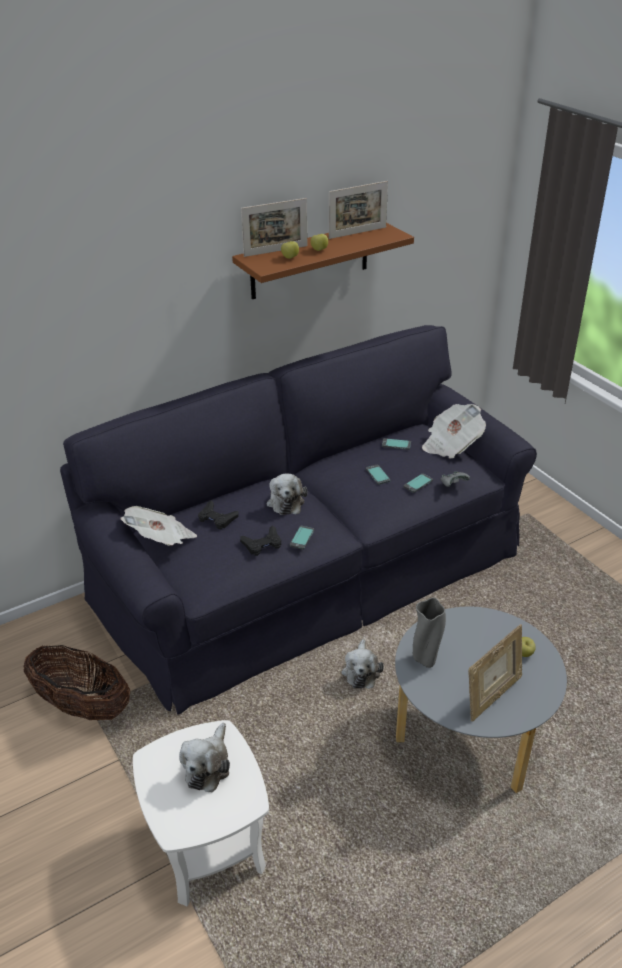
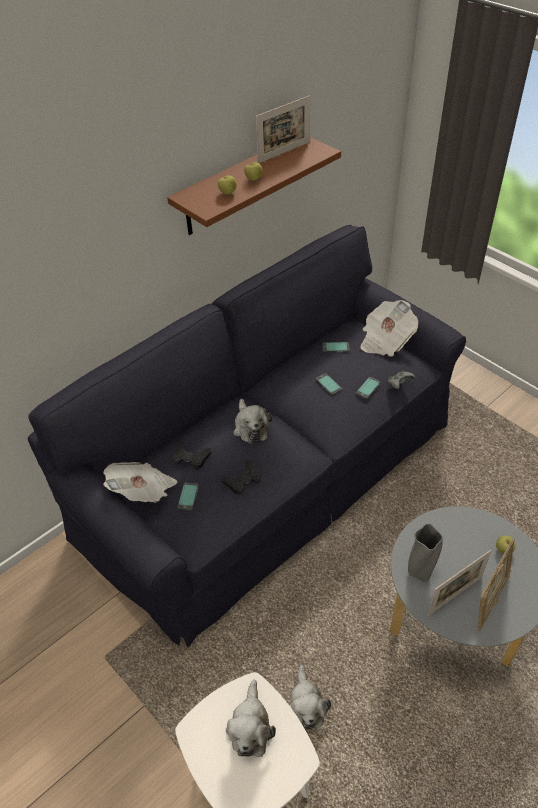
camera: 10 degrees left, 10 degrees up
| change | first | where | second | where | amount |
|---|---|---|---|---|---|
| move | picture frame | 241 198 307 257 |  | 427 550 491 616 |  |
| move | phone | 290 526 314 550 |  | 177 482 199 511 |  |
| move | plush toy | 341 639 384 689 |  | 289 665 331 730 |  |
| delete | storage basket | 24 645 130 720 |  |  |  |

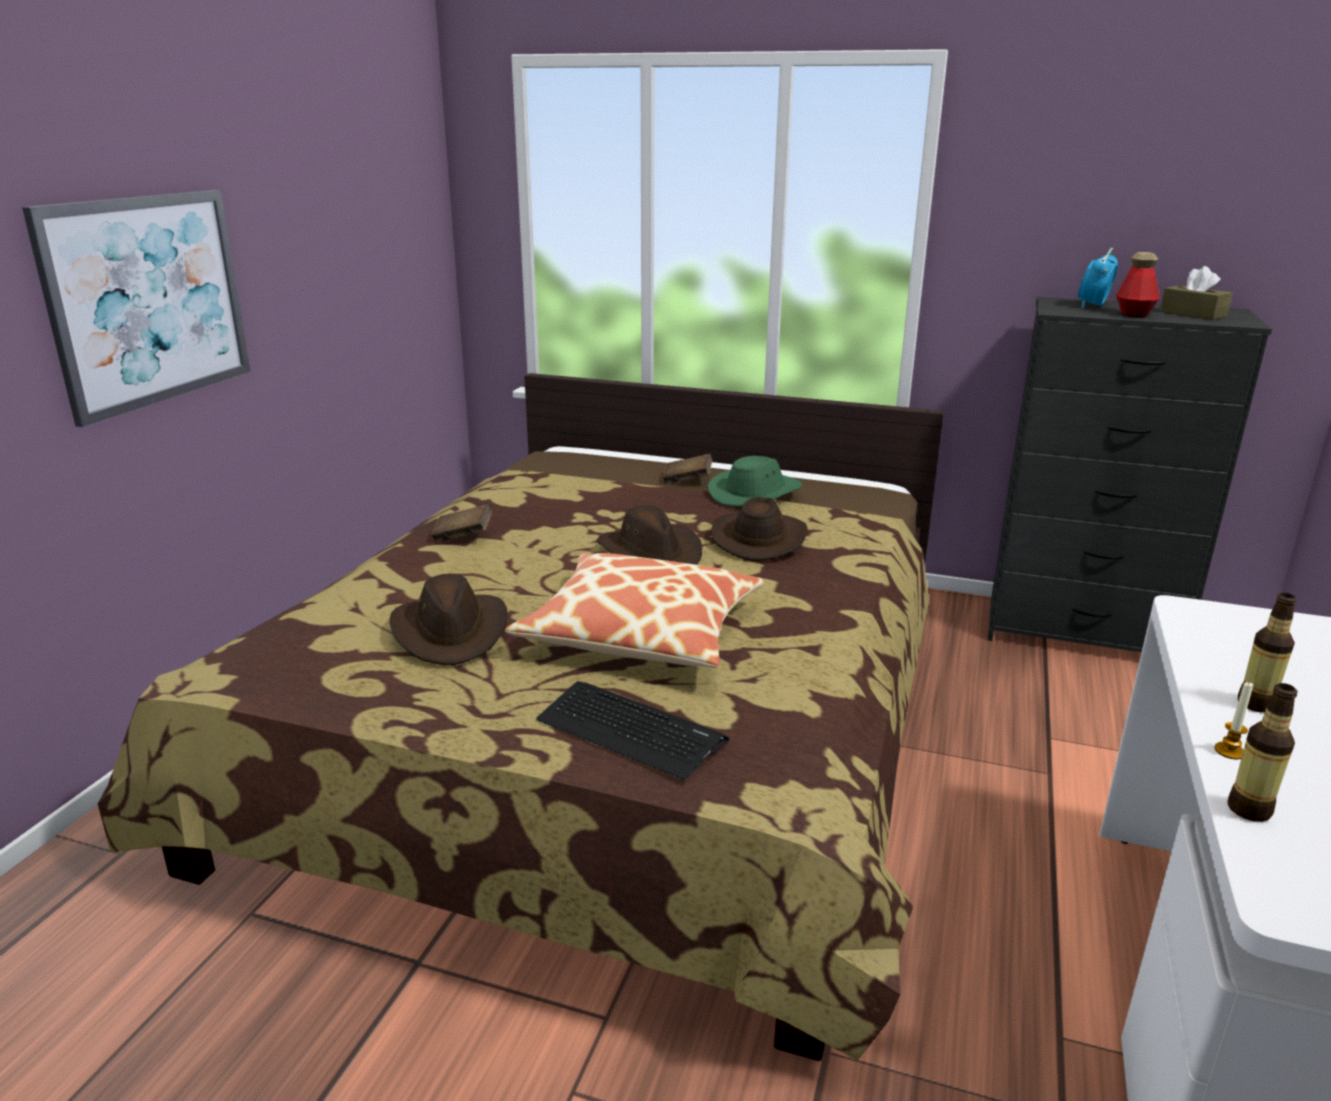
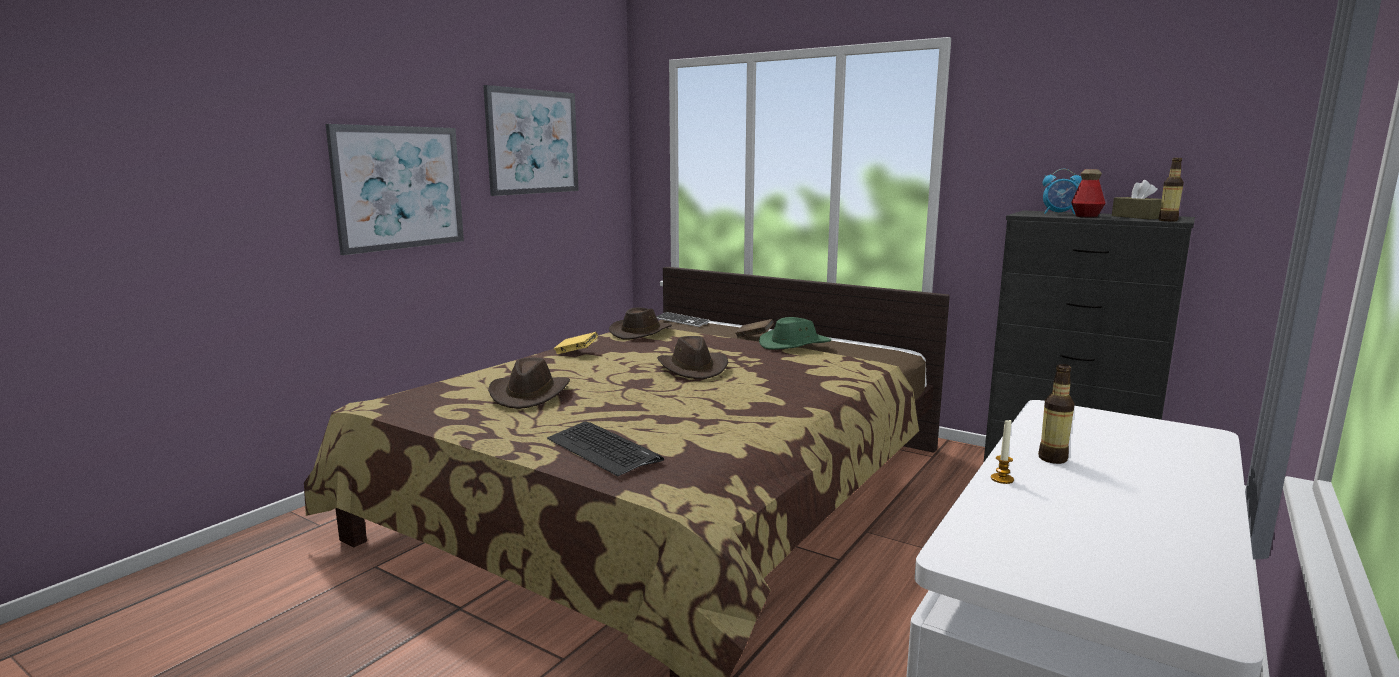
camera: 15 degrees right, 10 degrees down
| change | first | where | second | where | amount |
|---|---|---|---|---|---|
| rotate | alarm clock | 1078 248 1118 308 |  | 1043 169 1082 214 | 120 degrees counterclockwise |
| move | brownish wearable hat | 711 497 808 561 |  | 609 307 672 339 |  |
| recolor | brownish bound book | 431 504 492 543 | yellow-coloured bound book | 554 332 598 354 |  |
| delete | pillow | 505 553 764 668 |  |  |  |
| move | drink bottle | 1228 683 1298 822 |  | 1158 158 1184 221 |  |
| insert |  |  | wall picture | 483 85 579 196 |  |
| insert |  |  | PC keyboard | 656 312 710 327 |  |

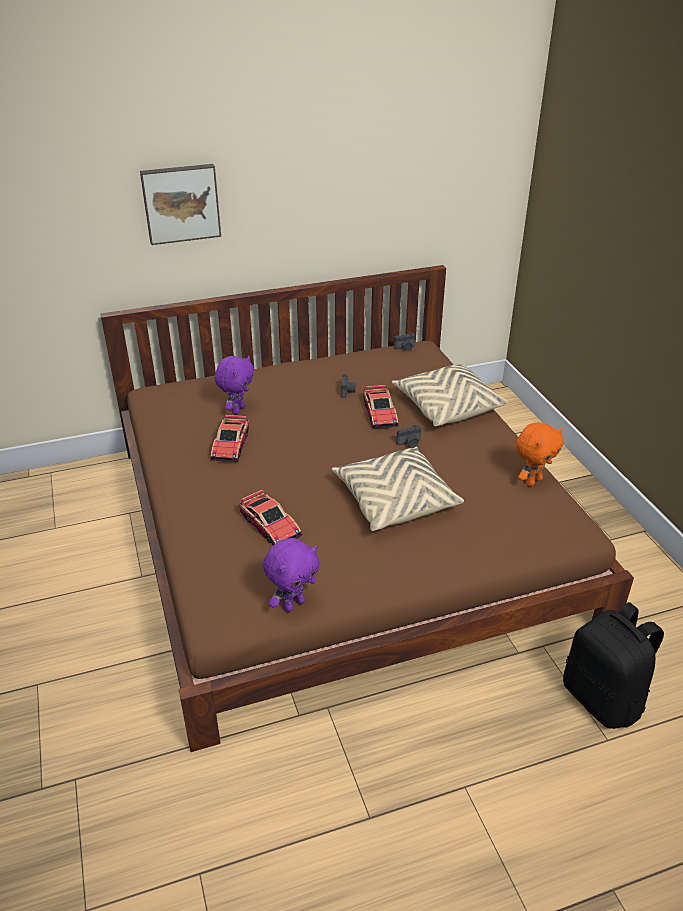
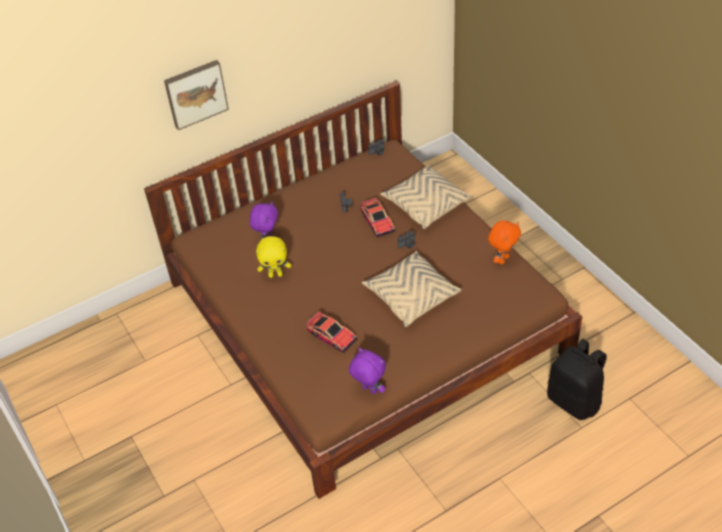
camera: 10 degrees left, 10 degrees up
| change | first | where | second | where | amount |
|---|---|---|---|---|---|
| replace | toy car | 210 415 249 462 | yellow-coloured plush toy | 256 236 291 278 |  |
| rotate | purple plush toy | 263 538 320 612 |  | 349 348 386 394 | 90 degrees counterclockwise |

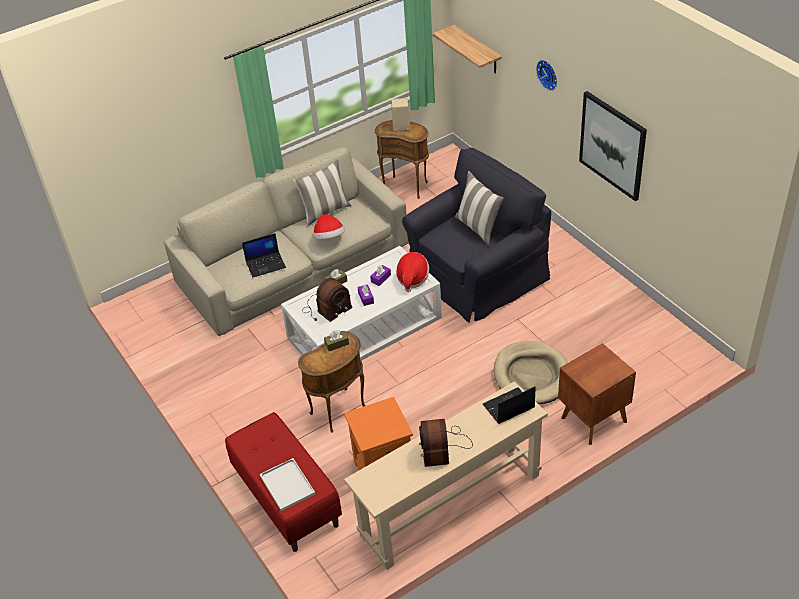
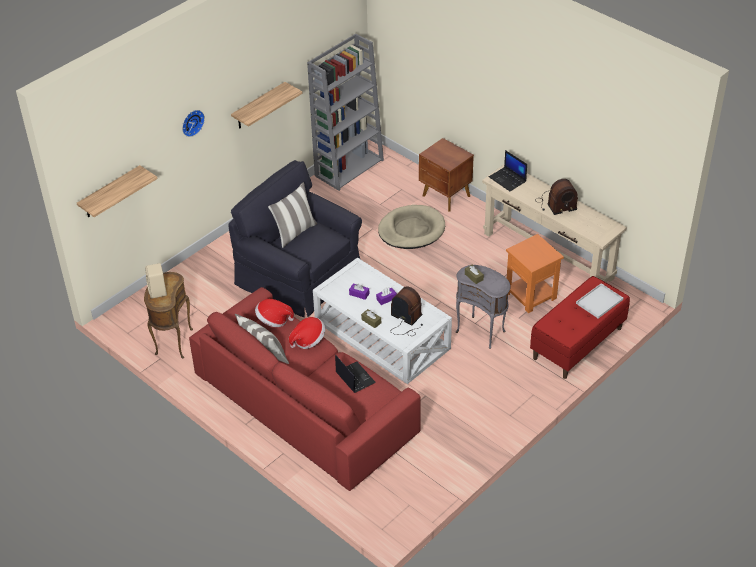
camera: 105 degrees left, 0 degrees up
| change | first | where | second | where | amount |
|---|---|---|---|---|---|
| replace | wall picture | 579 91 647 201 | shelf | 231 82 303 129 |  |
| recolor | sand-coloured couch | 164 147 409 336 | red couch | 189 287 421 491 |  |
| move | wearable hat | 396 252 429 292 |  | 255 299 294 327 |  |
| recolor | brownish side table | 298 331 365 433 | gray side table | 456 265 511 349 |  |
| insert |  |  | gray bookshelf | 307 33 384 191 |  |

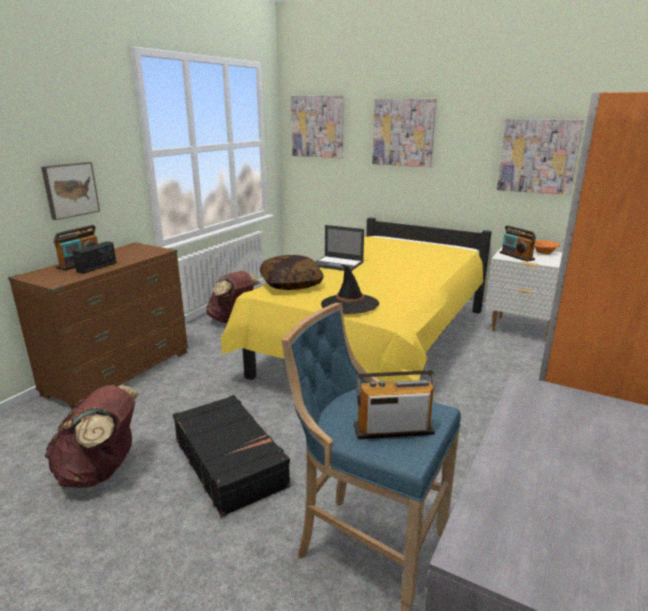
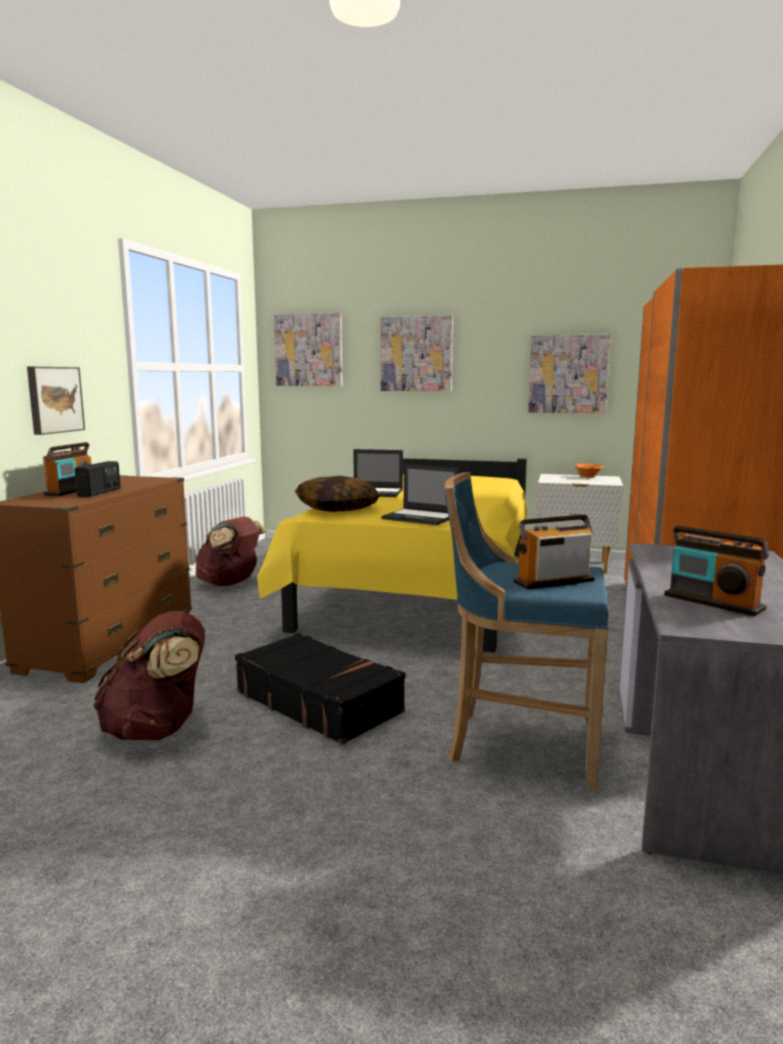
camera: 15 degrees left, 10 degrees down
| change | first | where | second | where | amount |
|---|---|---|---|---|---|
| move | radio | 500 225 536 262 |  | 664 526 769 616 |  |
| replace | blackish wearable hat | 321 265 379 314 | portable computer | 381 464 459 525 |  |

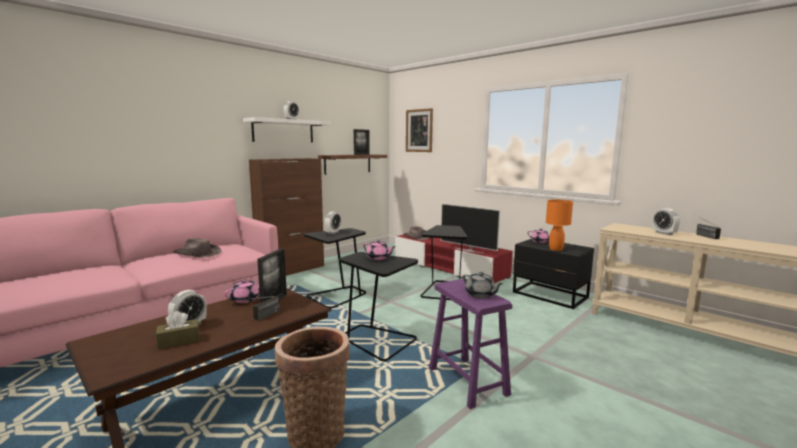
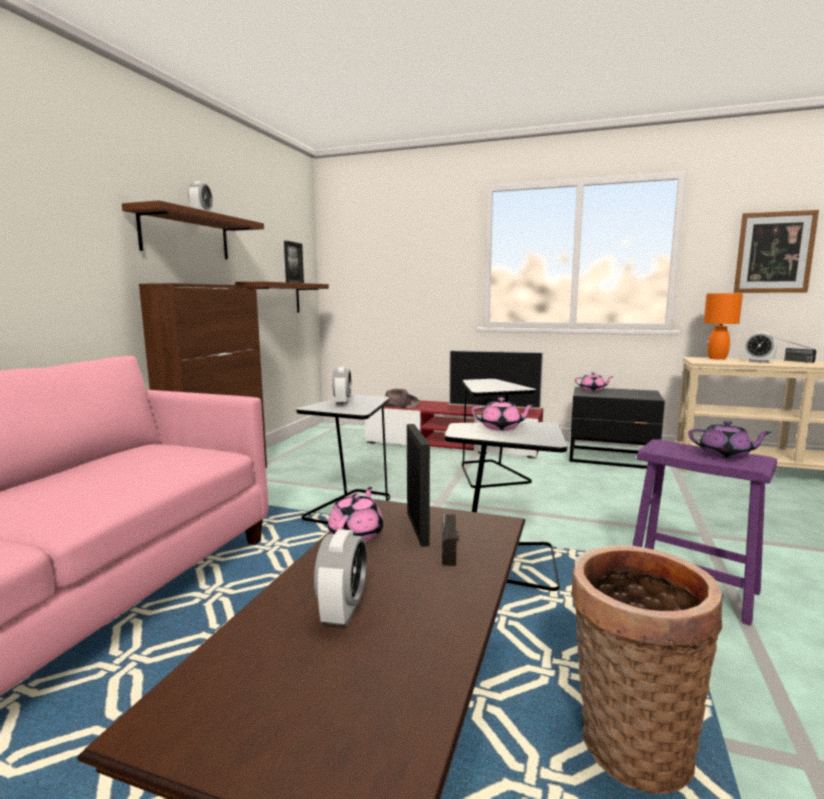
camera: 25 degrees left, 0 degrees up
| change | first | where | second | where | amount |
|---|---|---|---|---|---|
| move | wall picture | 406 108 433 152 |  | 734 210 819 293 |  |
| recolor | white shelf | 243 117 331 143 | brownish shelf | 122 200 264 259 |  |
| move | orange-coloured table lamp | 546 200 573 251 |  | 703 293 743 360 |  |
| delete | brownish wearable hat | 173 238 221 258 |  |  |  |
| recolor | gray pot for tea | 463 272 503 298 | purple pot for tea | 688 421 772 459 |  |
| delete | brownish box of tissues | 156 311 200 349 |  |  |  |

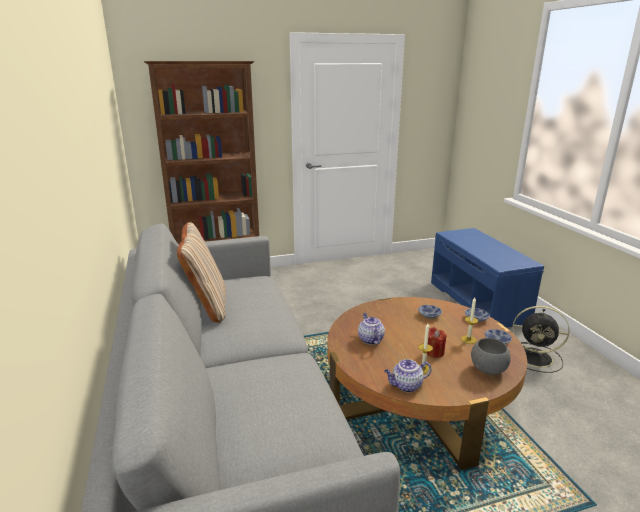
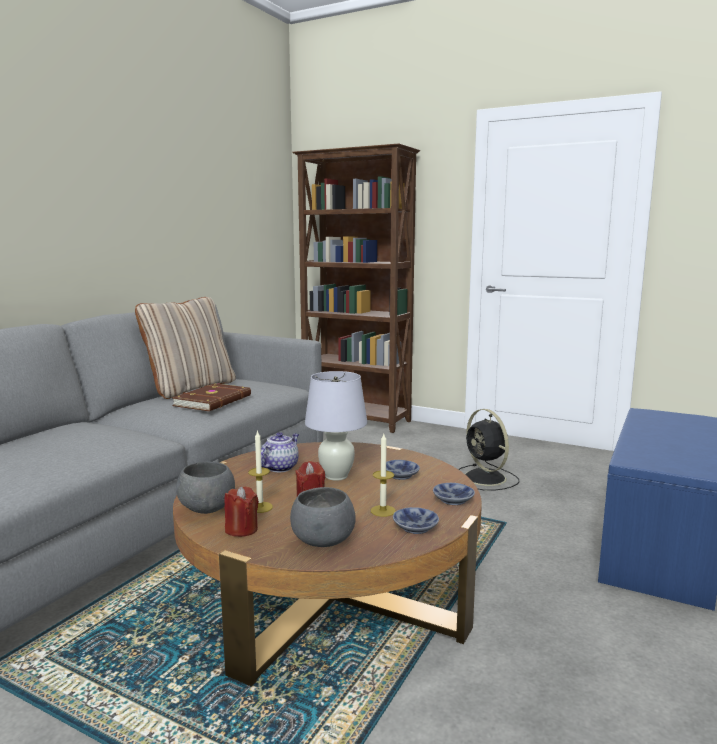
camera: 45 degrees right, 10 degrees down
| change | first | where | second | where | amount |
|---|---|---|---|---|---|
| move | blackish fan | 512 306 570 373 |  | 458 409 520 491 |  |
| replace | pot for tea | 384 359 432 393 | gray deep dish | 176 462 235 514 |  |
| insert |  |  | white table lamp | 305 371 367 481 |  |
| insert |  |  | brownish bound book | 172 383 251 411 |  |
| insert |  |  | red wax candle | 224 486 259 537 |  |

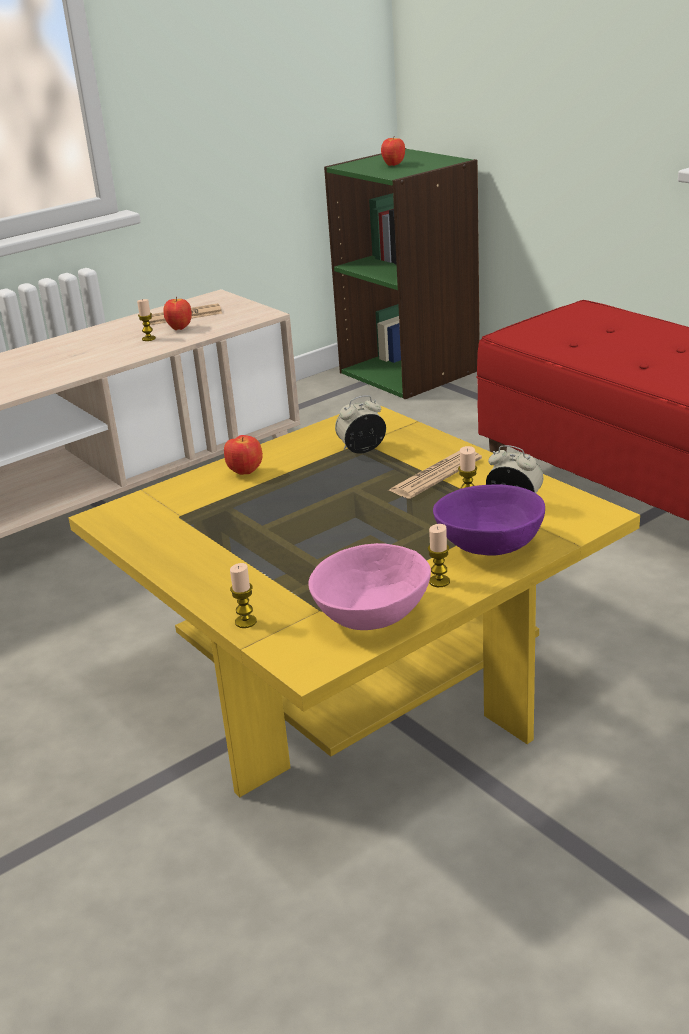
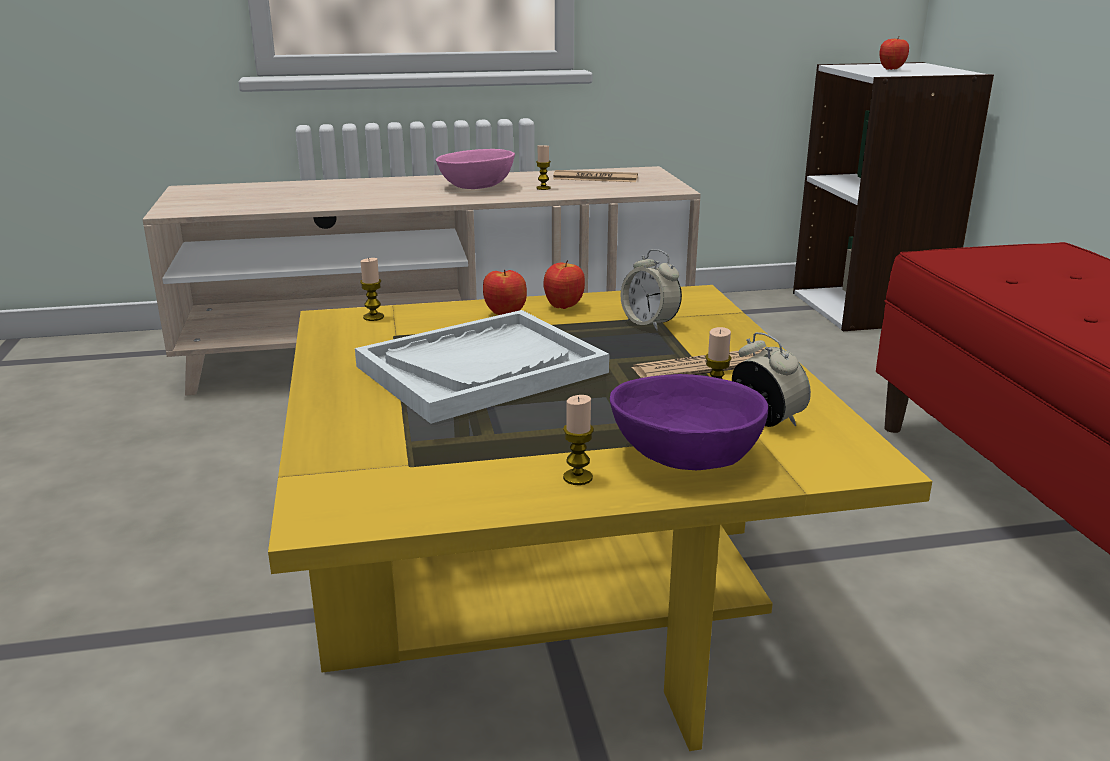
camera: 25 degrees right, 5 degrees down
| change | first | where | second | where | amount |
|---|---|---|---|---|---|
| recolor | green-coloured bookshelf | 324 148 480 399 | white bookshelf | 793 62 994 331 |  |
| move | apple | 164 297 192 330 |  | 544 260 585 309 |  |
| rotate | alarm clock | 335 395 386 454 |  | 621 249 682 331 | 135 degrees counterclockwise |
| move | pink deep dish | 308 543 431 630 |  | 436 149 515 189 |  |
| move | wax candle | 230 563 257 628 |  | 360 258 384 321 |  |
| insert |  |  | white tray | 355 310 609 424 |  |

